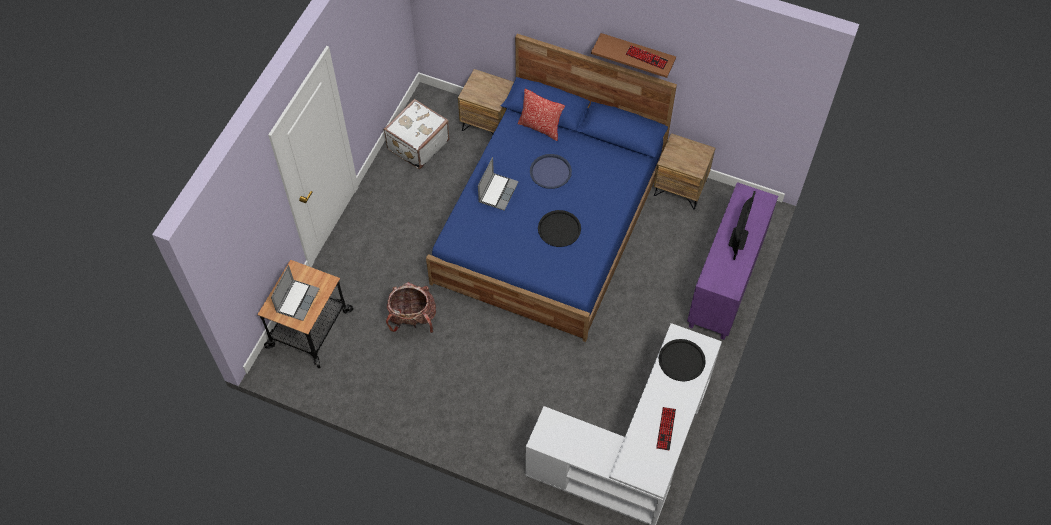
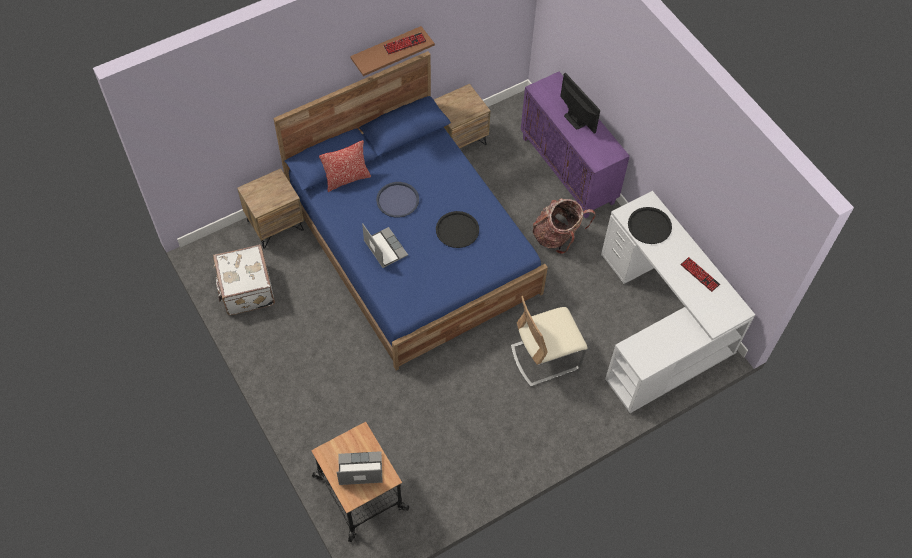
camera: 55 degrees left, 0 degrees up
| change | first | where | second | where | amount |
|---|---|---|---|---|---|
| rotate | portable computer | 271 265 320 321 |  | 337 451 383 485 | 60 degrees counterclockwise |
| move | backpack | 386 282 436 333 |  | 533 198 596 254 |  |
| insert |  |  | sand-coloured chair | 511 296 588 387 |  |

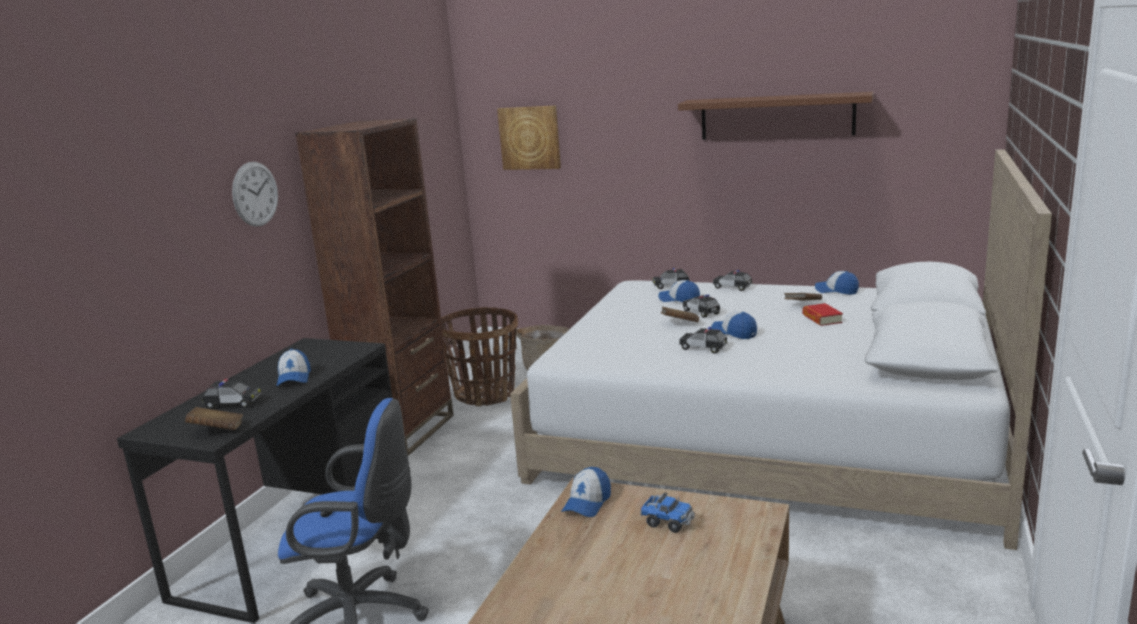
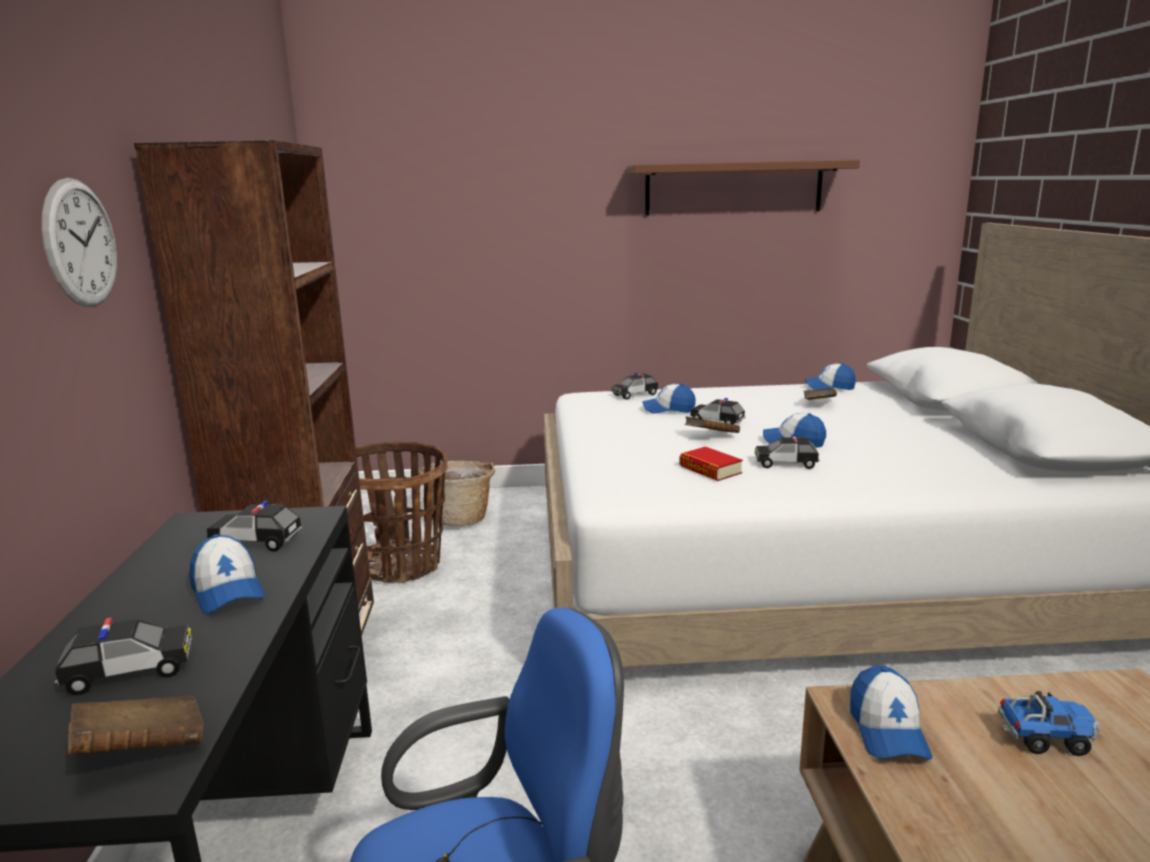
camera: 25 degrees left, 0 degrees up
| change | first | where | second | where | amount |
|---|---|---|---|---|---|
| delete | wall picture | 497 106 561 170 |  |  |  |
| move | toy car | 713 270 753 291 |  | 207 501 303 552 |  |
| move | bound book | 802 303 843 326 |  | 679 447 743 481 |  |

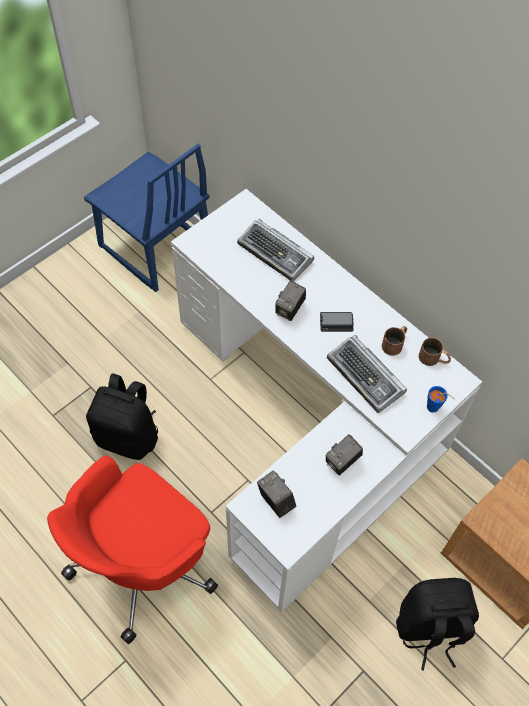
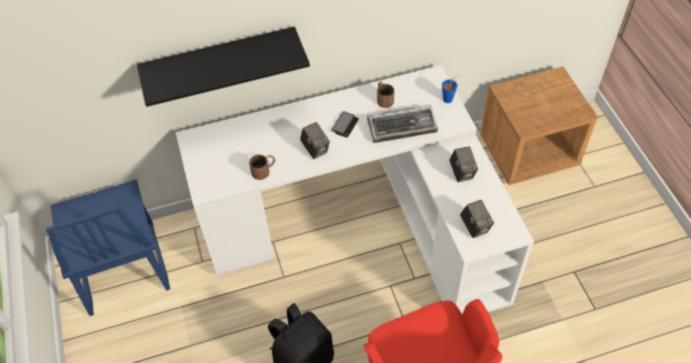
camera: 60 degrees left, 5 degrees down
| change | first | where | second | where | amount |
|---|---|---|---|---|---|
| rotate | bluish chair | 84 144 209 292 |  | 46 180 170 316 | 90 degrees clockwise |
| delete | PC keyboard | 237 219 314 281 |  |  |  |
| move | brownish tea mug | 419 337 451 366 |  | 249 155 275 180 |  |
| rotate | still camera | 257 471 296 518 |  | 460 200 494 238 | 105 degrees counterclockwise |
| delete | blackish backpack | 396 578 479 671 |  |  |  |
| insert |  |  | blackish shelf | 137 27 310 107 |  |

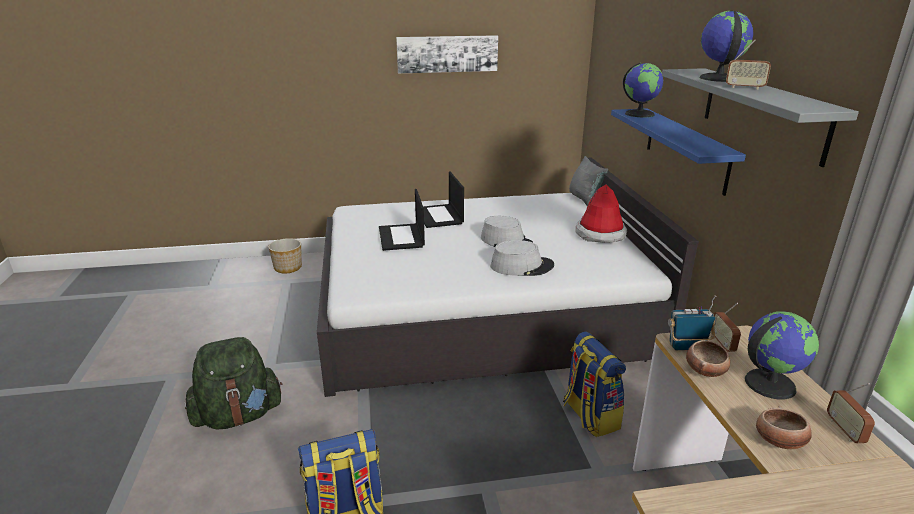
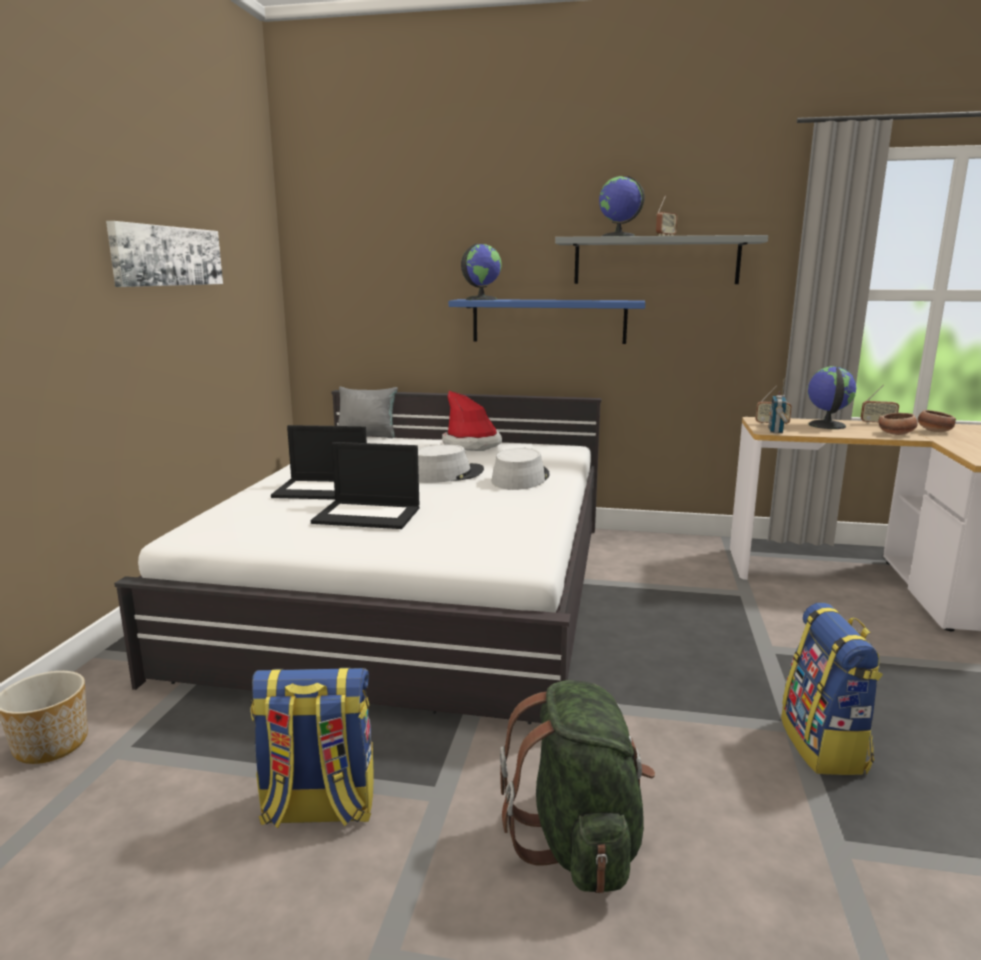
camera: 70 degrees left, 10 degrees down
| change | first | where | second | where | amount |
|---|---|---|---|---|---|
| move | backpack | 563 331 626 437 |  | 251 667 374 828 |  |
| move | deep dish | 686 340 730 377 |  | 918 410 956 432 |  |

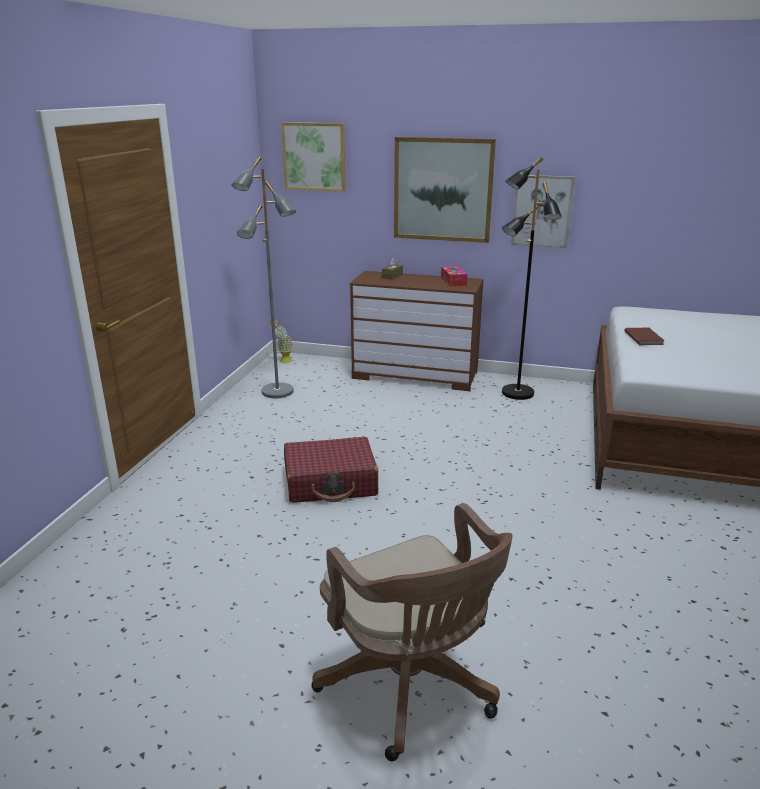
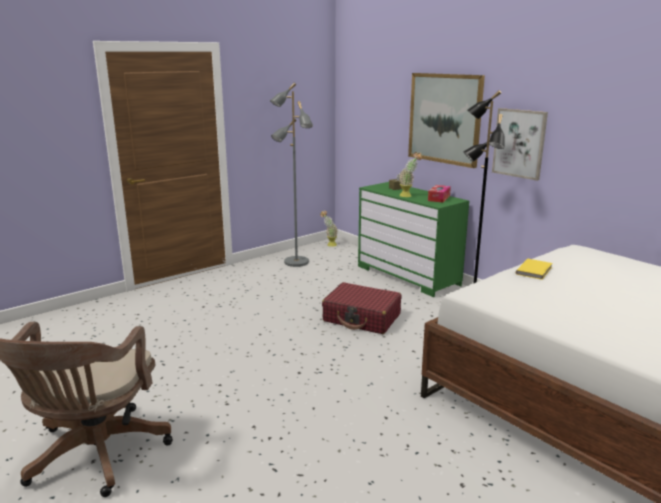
camera: 35 degrees right, 5 degrees down
| change | first | where | second | where | amount |
|---|---|---|---|---|---|
| delete | wall picture | 282 122 346 192 |  |  |  |
| recolor | brownish dresser | 350 271 483 391 | green-coloured dresser | 358 182 469 297 |  |
| recolor | brownish bound book | 624 328 665 345 | yellow-coloured bound book | 516 259 552 280 |  |
| move | red suitcase | 284 437 378 503 |  | 322 282 401 334 |  |
| insert |  |  | plant in a pot | 399 152 422 197 |  |

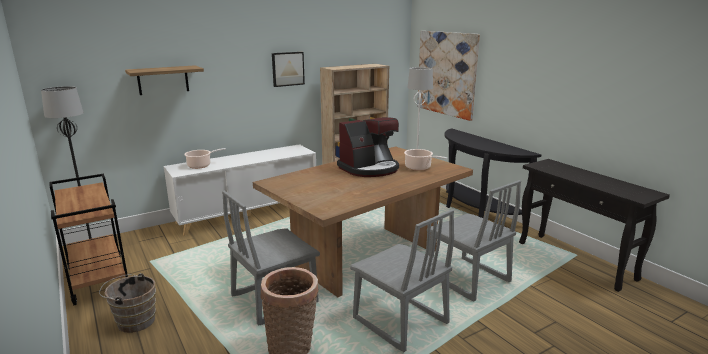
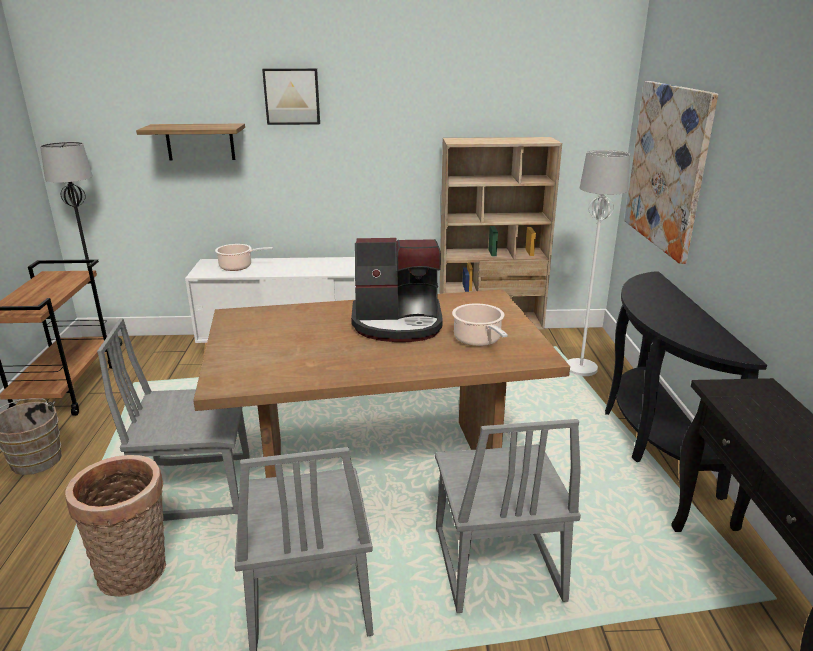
camera: 30 degrees right, 5 degrees up
| change | first | where | second | where | amount |
|---|---|---|---|---|---|
| move | wall picture | 272 52 305 87 |  | 262 68 320 125 |  |

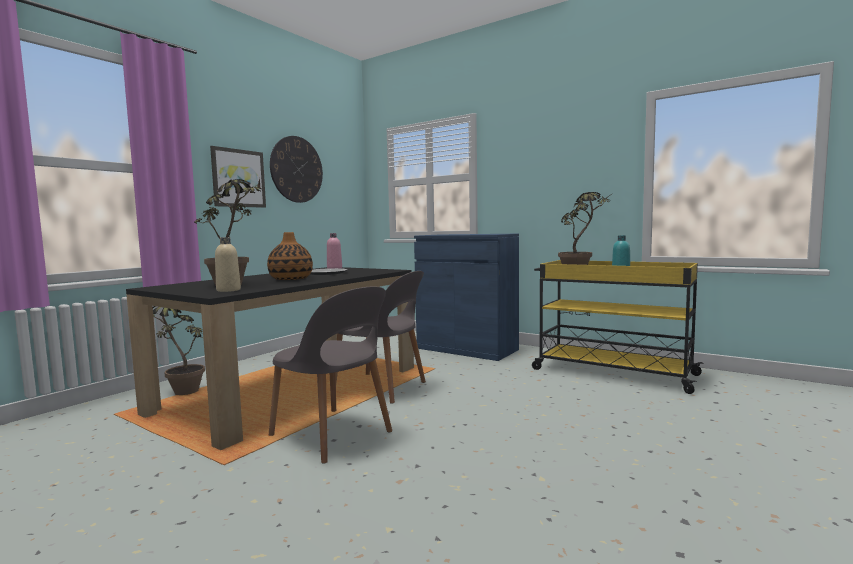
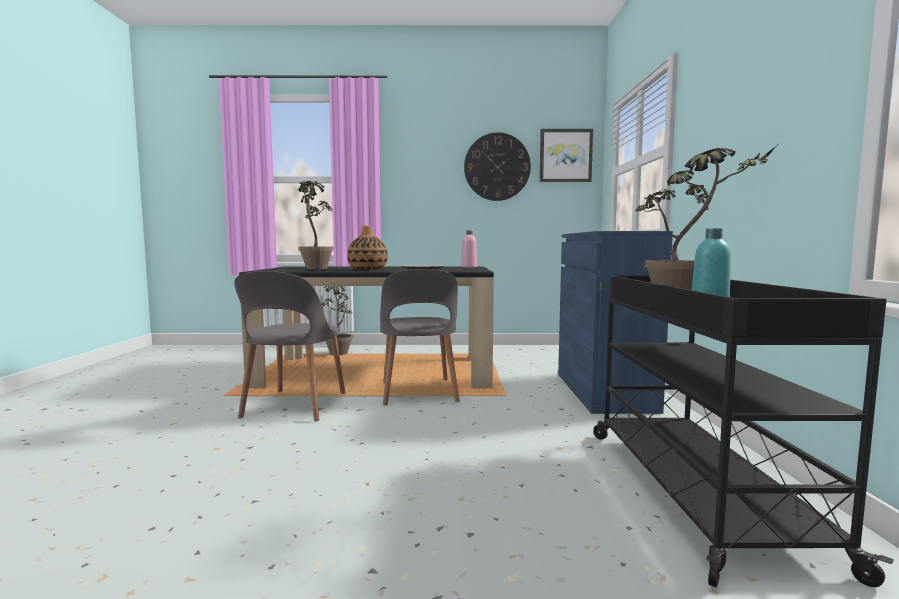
camera: 55 degrees right, 0 degrees up
| change | first | where | second | where | amount |
|---|---|---|---|---|---|
| move | wall picture | 210 146 266 208 |  | 540 129 593 182 |  |
| delete | sand-coloured drink bottle | 215 237 241 292 |  |  |  |
| recolor | yellow-coloured cart | 532 260 704 394 | blackish cart | 593 275 894 587 |  |

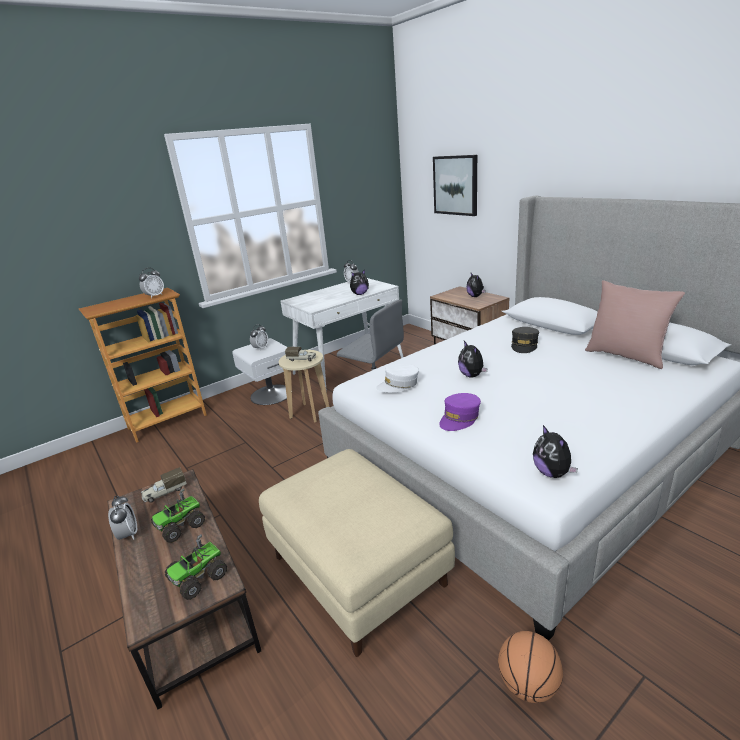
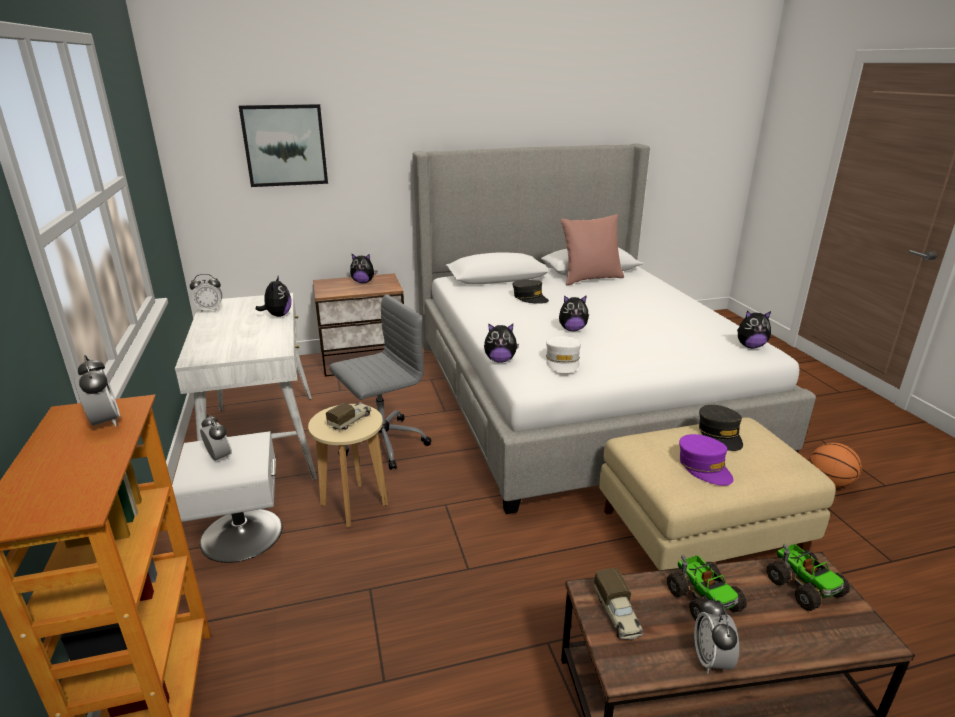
camera: 70 degrees left, 0 degrees up
| change | first | where | second | where | amount |
|---|---|---|---|---|---|
| move | purple baseball cap | 439 393 481 431 |  | 679 434 733 486 |  |
| rotate | alarm clock | 108 496 137 540 |  | 694 598 739 674 | 90 degrees counterclockwise |
| insert |  |  | plush toy | 484 323 519 363 |  |
| insert |  |  | gray baseball cap | 699 405 743 451 |  |

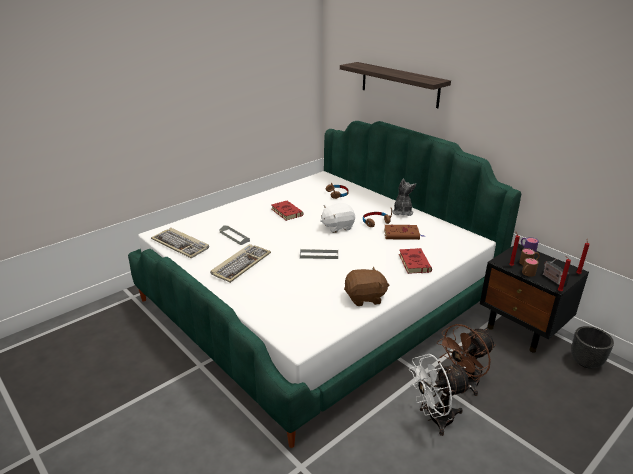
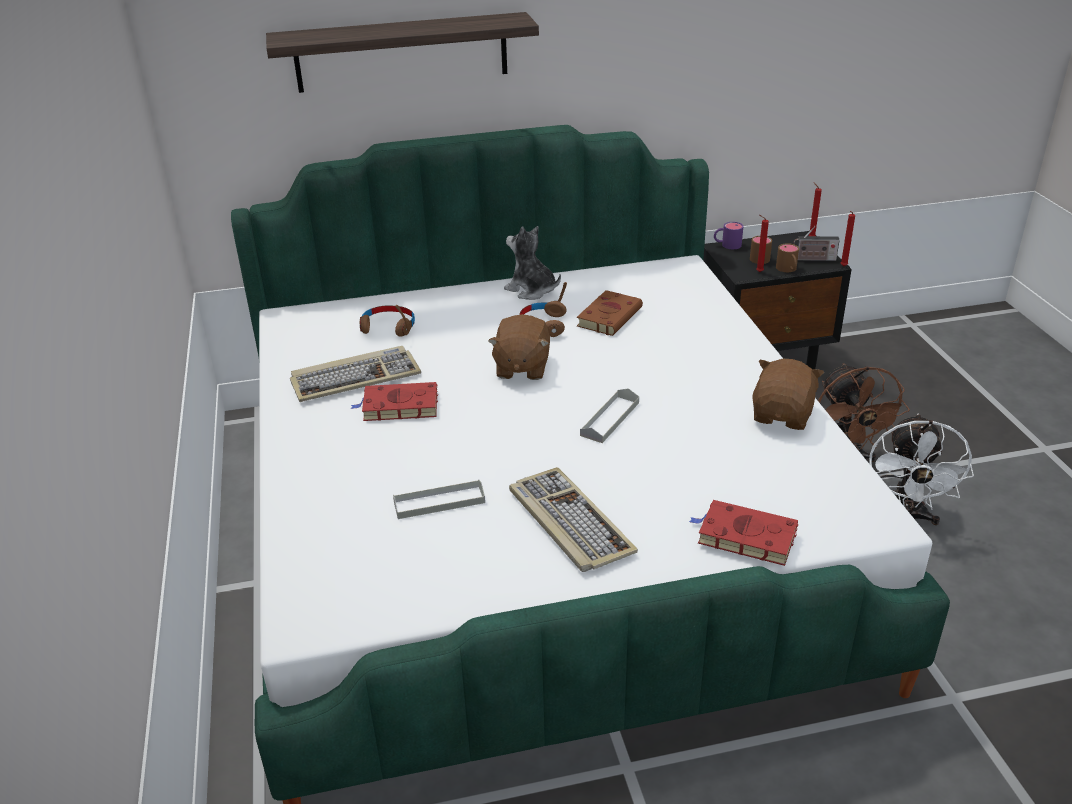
camera: 60 degrees left, 5 degrees up
| change | first | where | second | where | amount |
|---|---|---|---|---|---|
| recolor | white plush toy | 320 203 355 233 | brownish plush toy | 488 314 550 380 |  |
| move | PC keyboard | 151 228 209 258 |  | 290 346 421 402 |  |
| move | red bound book | 399 248 432 274 |  | 689 500 798 566 |  |
| delete | blackish planter | 571 326 614 369 |  |  |  |

